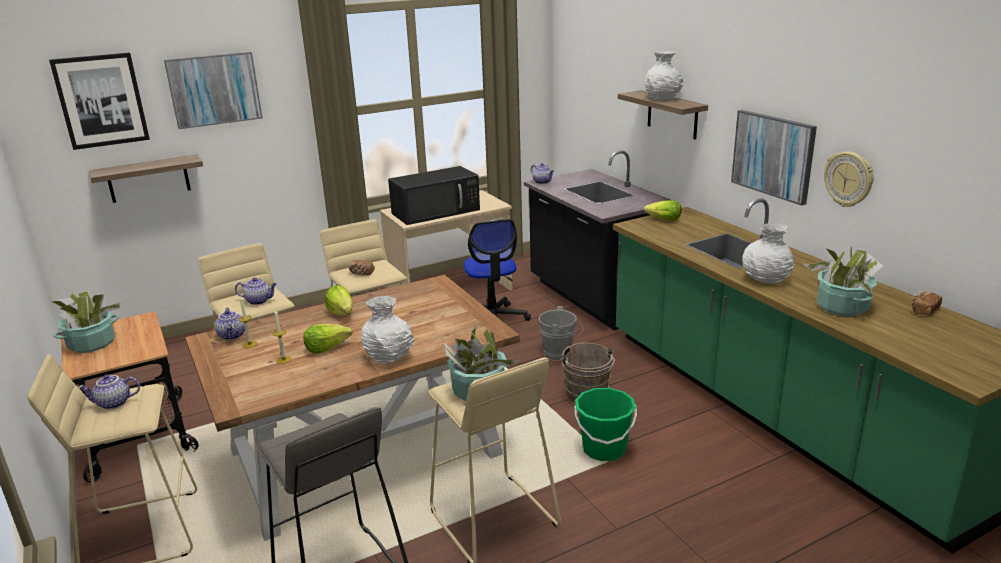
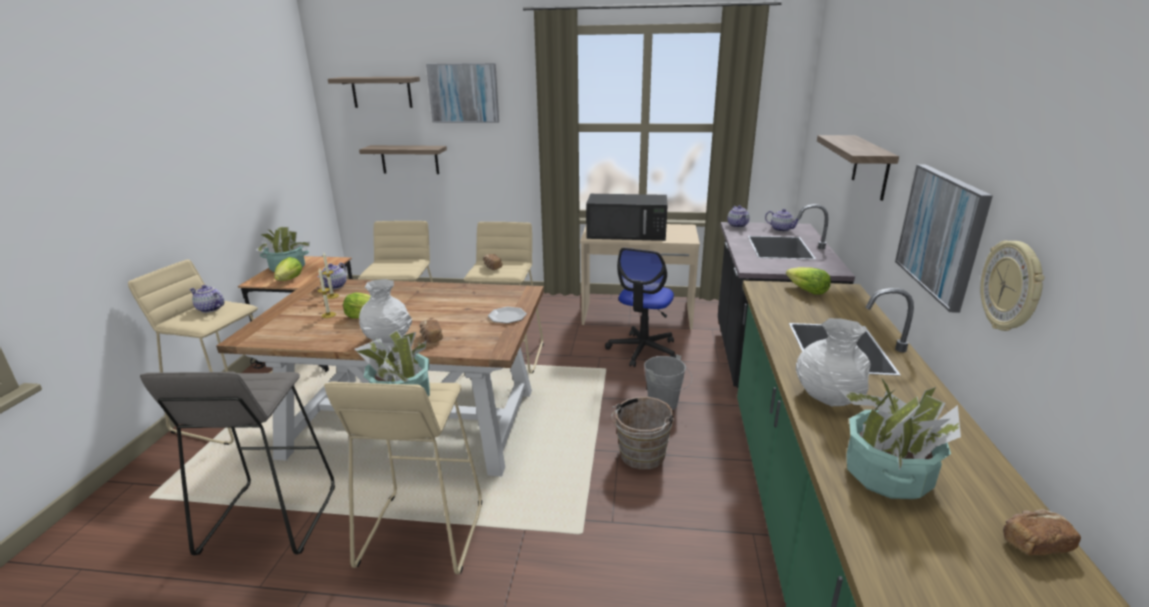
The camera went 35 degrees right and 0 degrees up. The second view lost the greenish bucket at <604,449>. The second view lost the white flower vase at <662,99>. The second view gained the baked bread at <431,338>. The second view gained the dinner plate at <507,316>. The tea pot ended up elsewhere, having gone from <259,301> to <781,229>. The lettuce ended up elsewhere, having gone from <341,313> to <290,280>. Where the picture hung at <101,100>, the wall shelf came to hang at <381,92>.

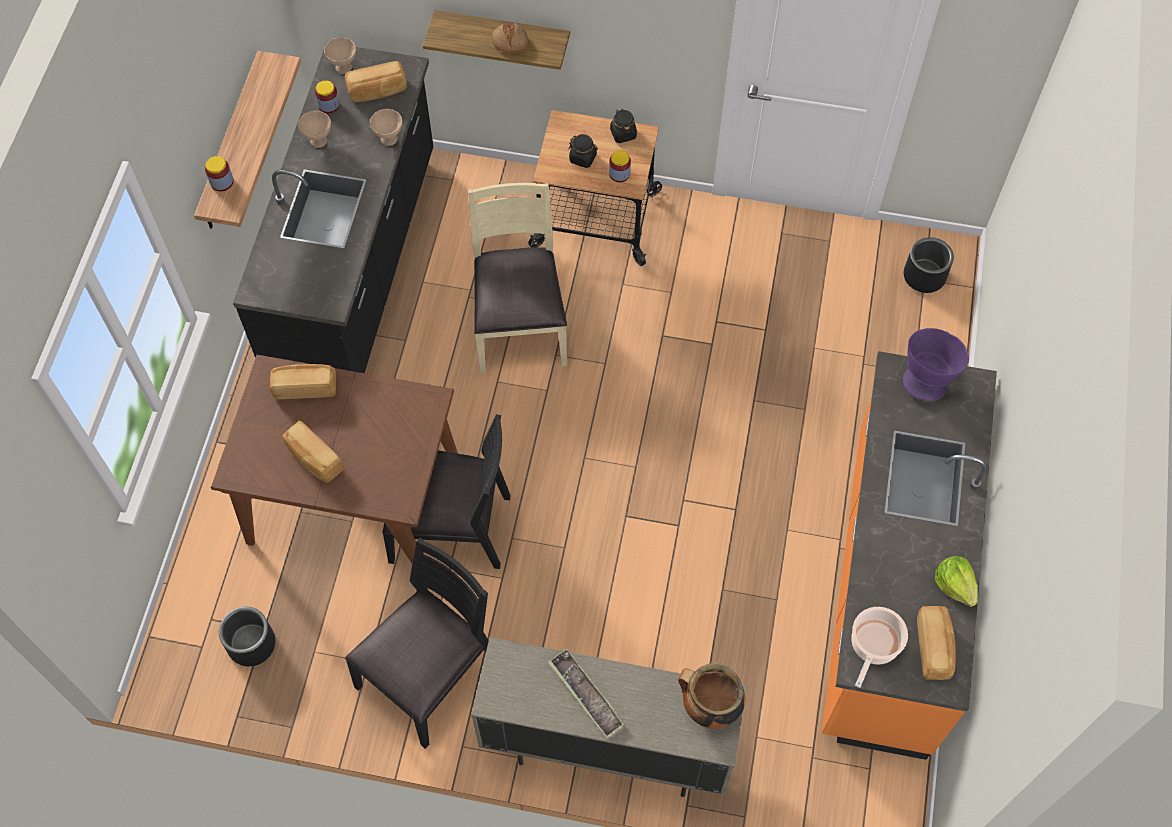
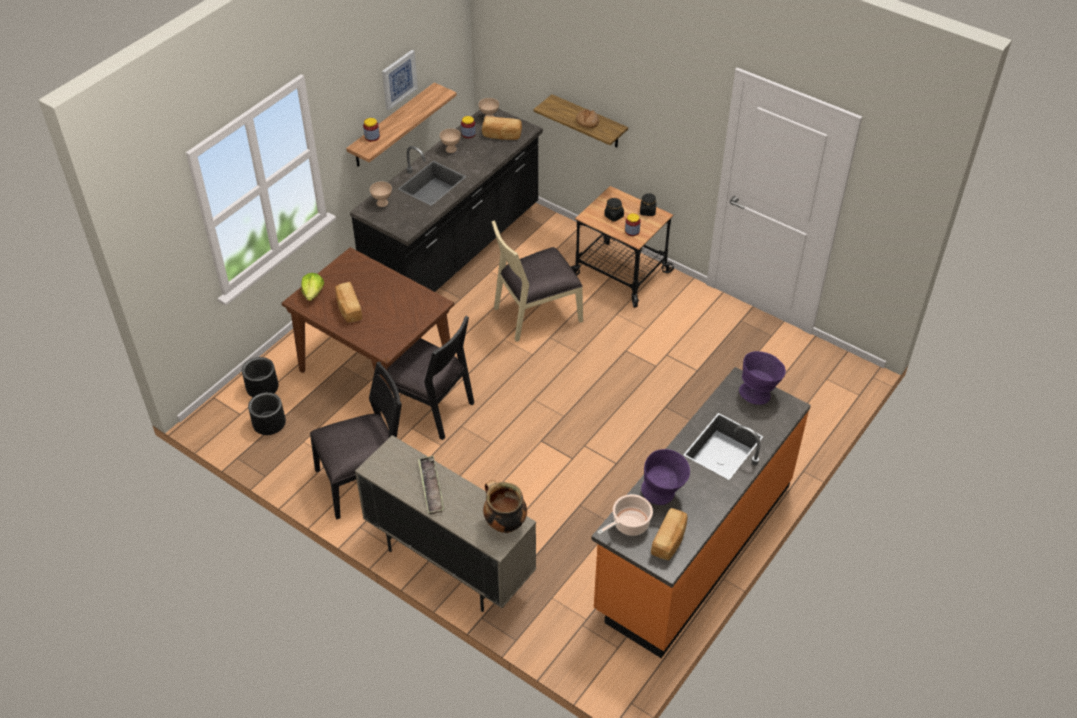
The camera went 25 degrees right and 15 degrees down. The second view lost the baked bread at <305,387>. The second view gained the picture at <398,79>. The second view gained the purple-coloured bowl at <663,494>. The beige-coloured bowl ended up elsewhere, having gone from <389,138> to <382,203>. The black-coloured planter ended up elsewhere, having gone from <924,276> to <262,388>. The lettuce ended up elsewhere, having gone from <955,585> to <313,293>. The beige-coloured upright chair at <519,324> ended up facing another way, 135 degrees counterclockwise from before.

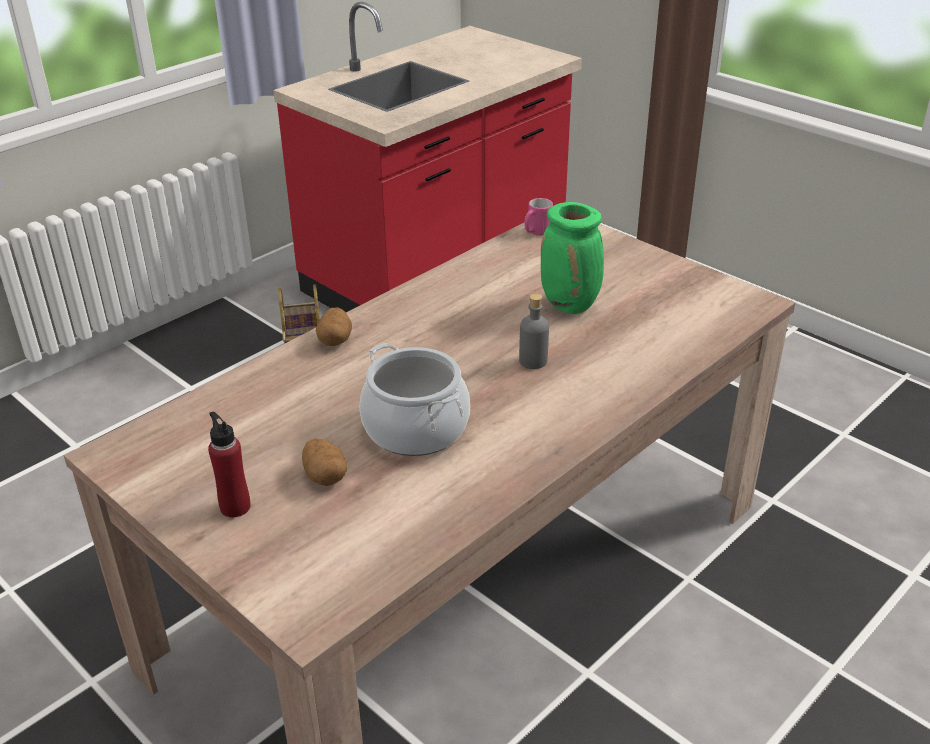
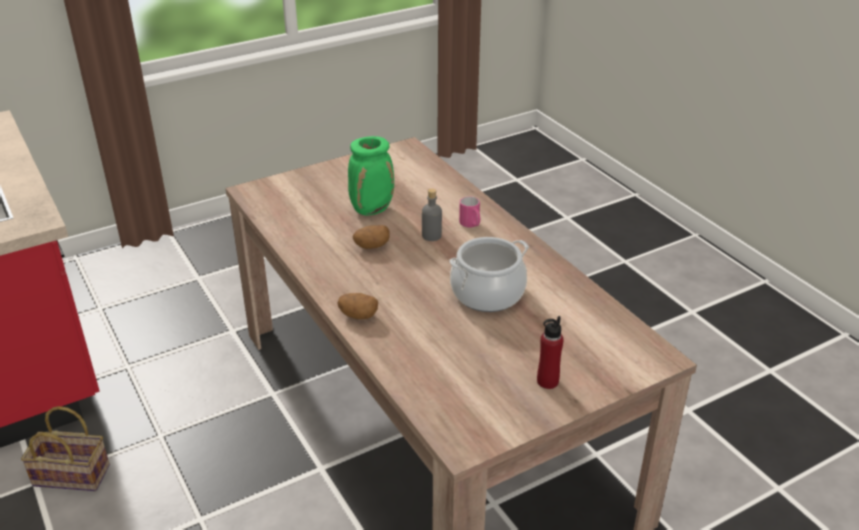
The camera went 75 degrees left and 0 degrees up. The spud ended up elsewhere, having gone from <325,476> to <371,246>. The pink-coloured tea mug ended up elsewhere, having gone from <536,232> to <471,225>.

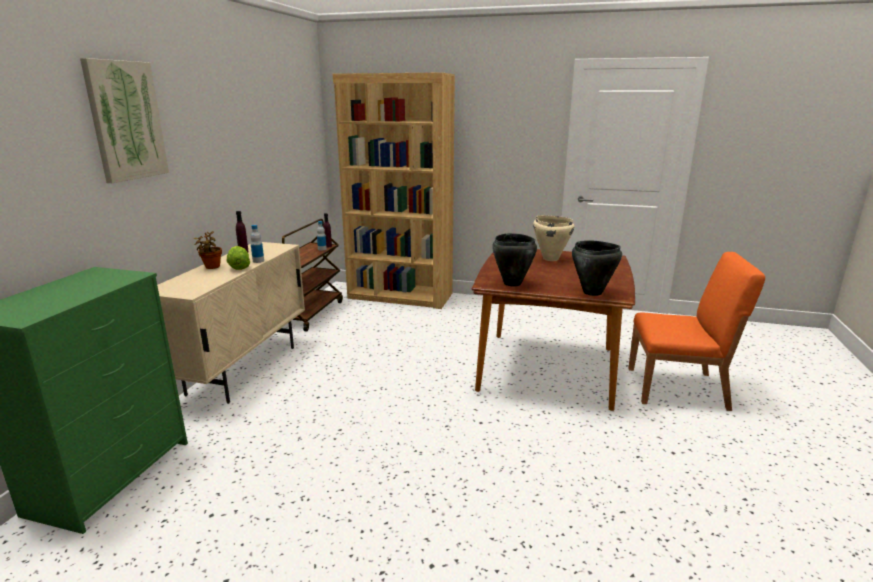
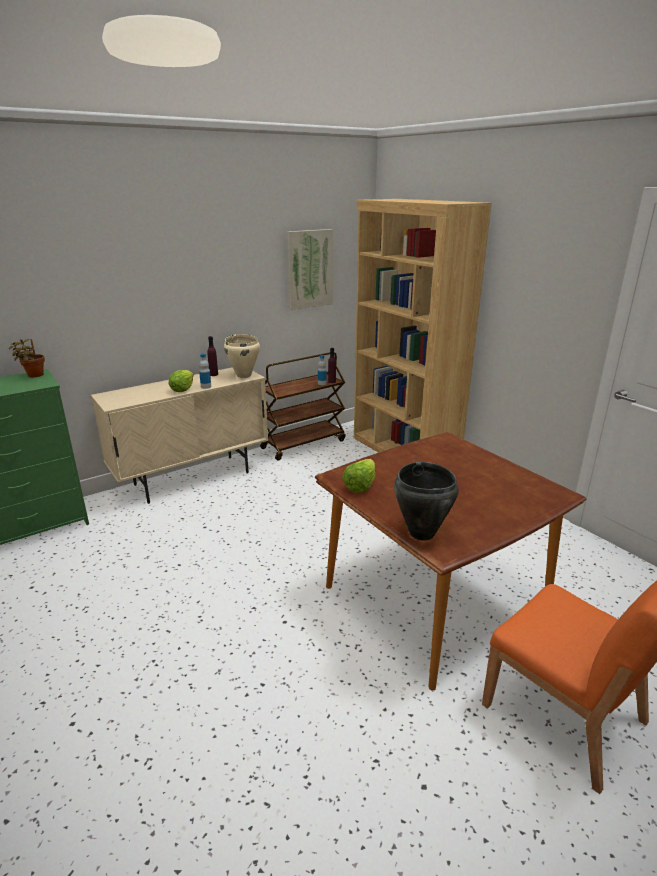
The camera went 40 degrees right and 5 degrees up. The picture ended up elsewhere, having gone from <126,121> to <309,269>. The potted plant ended up elsewhere, having gone from <211,267> to <34,375>. The beige-coloured saucepot ended up elsewhere, having gone from <550,258> to <244,375>. Where the black-coloured saucepot stood at <512,283>, the lettuce came to stand at <360,485>.

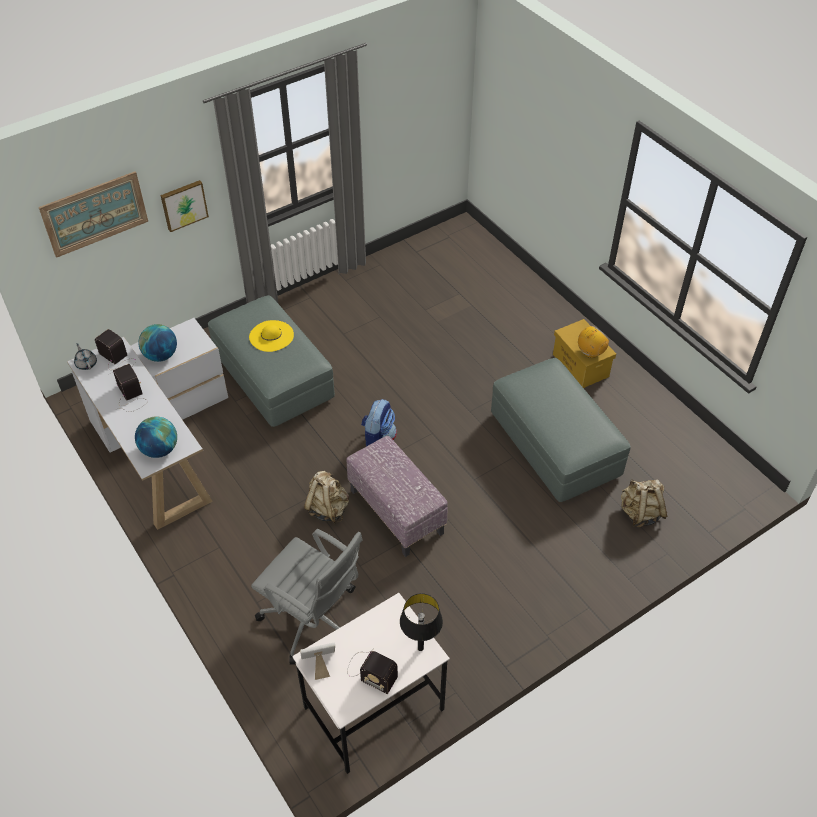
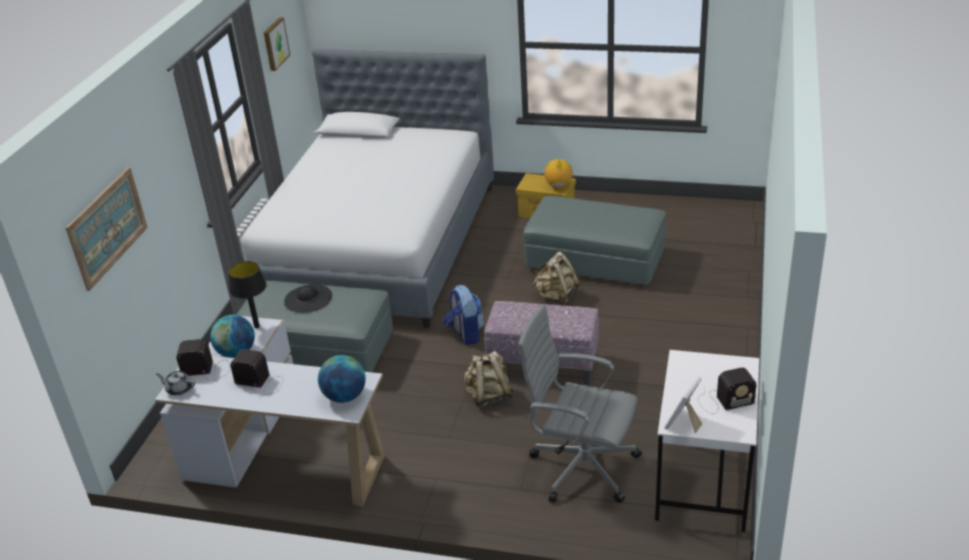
The camera went 40 degrees left and 15 degrees down. The second view gained the bed at <377,245>. The picture ended up elsewhere, having gone from <183,205> to <275,44>. The black-coloured table lamp ended up elsewhere, having gone from <421,648> to <257,326>. The beige-coloured rucksack ended up elsewhere, having gone from <640,513> to <556,297>. What was the yellowish wearable hat at <271,336> turned into the black-coloured wearable hat at <308,298>. The greyish office chair at <313,620> ended up facing another way, 150 degrees counterclockwise from before.

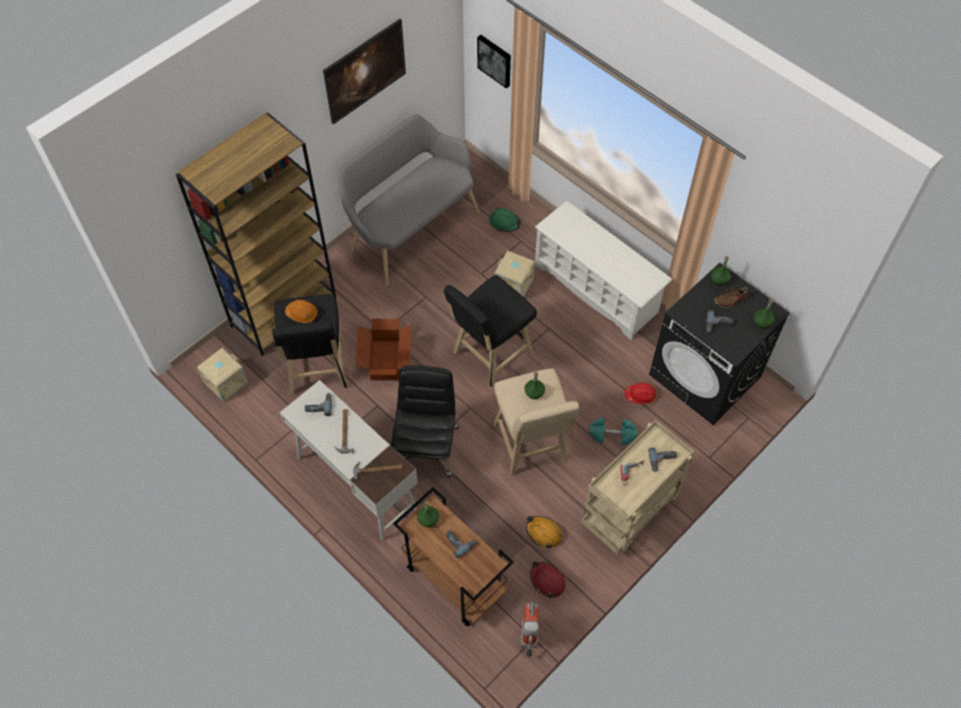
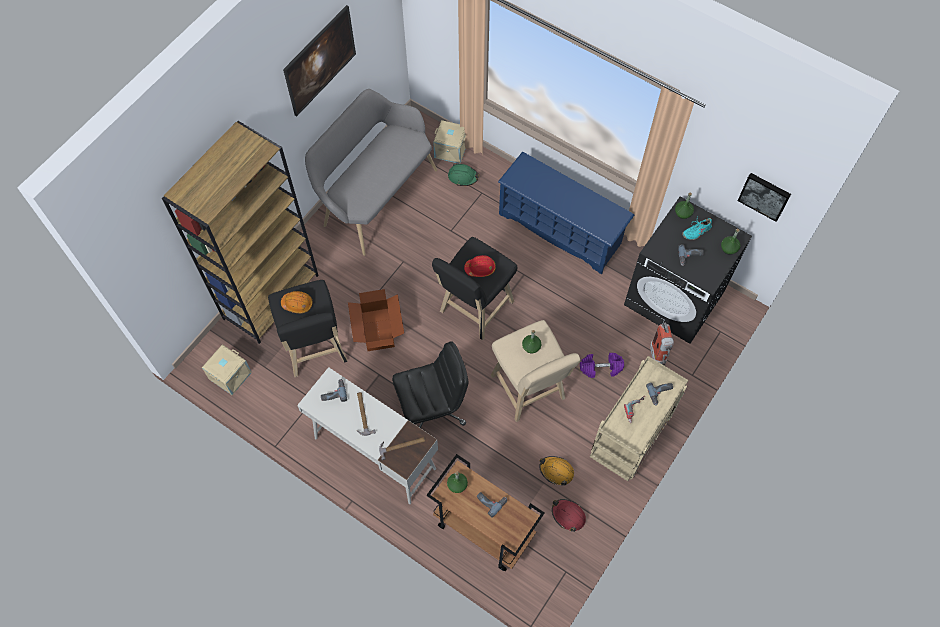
The camera went 10 degrees left and 5 degrees up. The picture ended up elsewhere, having gone from <495,60> to <765,195>. The beige-coloured storage bin ended up elsewhere, having gone from <514,284> to <451,149>. The fire-fighting cylinder ended up elsewhere, having gone from <529,640> to <658,359>. The red hard hat ended up elsewhere, having gone from <640,396> to <480,268>. What was the white shoe rack at <596,288> turned into the blue-coloured shoe rack at <560,229>. What was the turquoise-coloured free weight at <611,435> turned into the purple-coloured free weight at <600,368>. What was the brown shoe at <730,300> turned into the turquoise-coloured shoe at <696,231>. The black-coloured office chair at <426,447> ended up facing another way, 75 degrees clockwise from before.

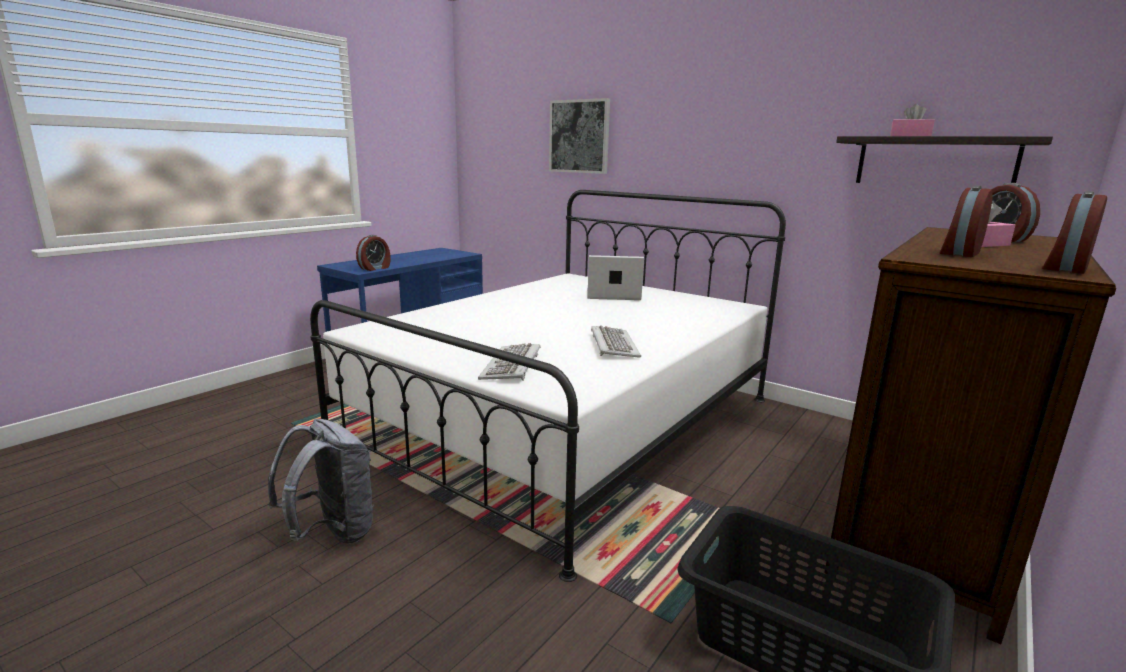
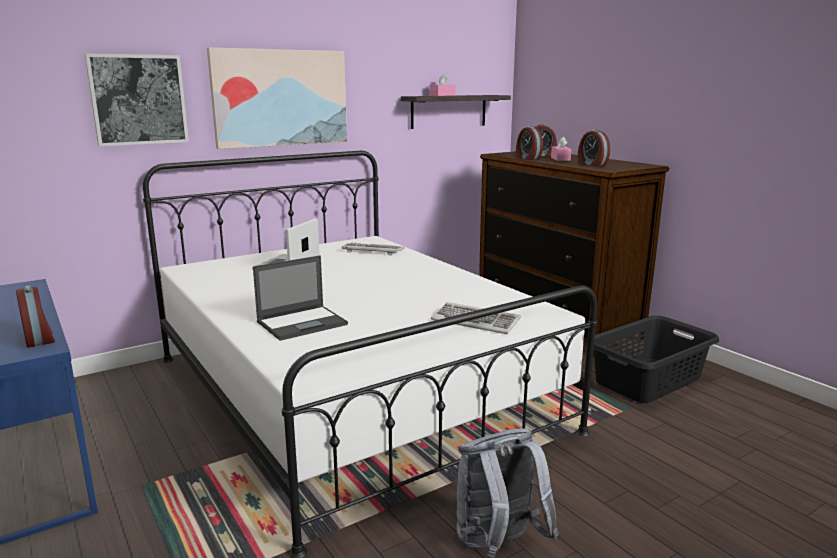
The camera went 70 degrees left and 0 degrees up. The second view gained the picture at <280,98>. The second view gained the portable computer at <303,323>. The computer keyboard ended up elsewhere, having gone from <613,345> to <373,251>. The bedside clock ended up elsewhere, having gone from <1064,268> to <527,158>.

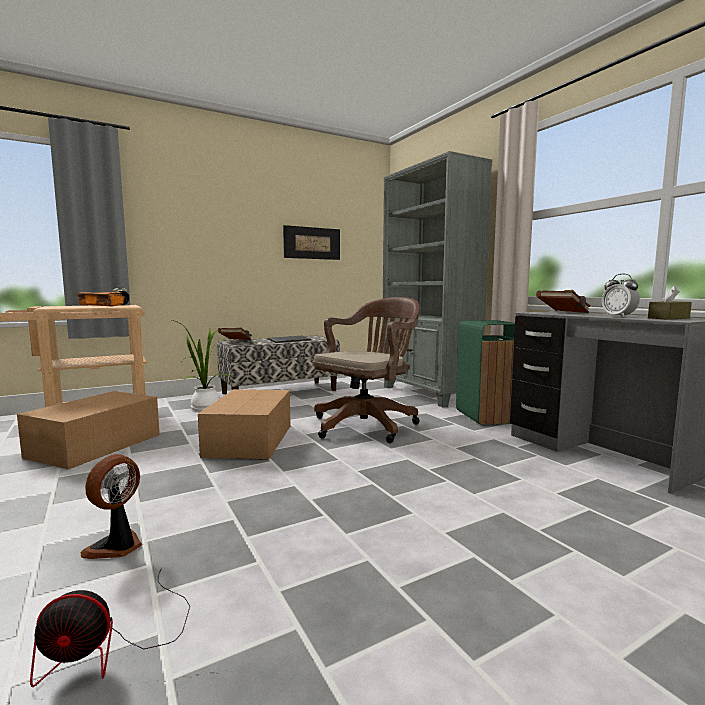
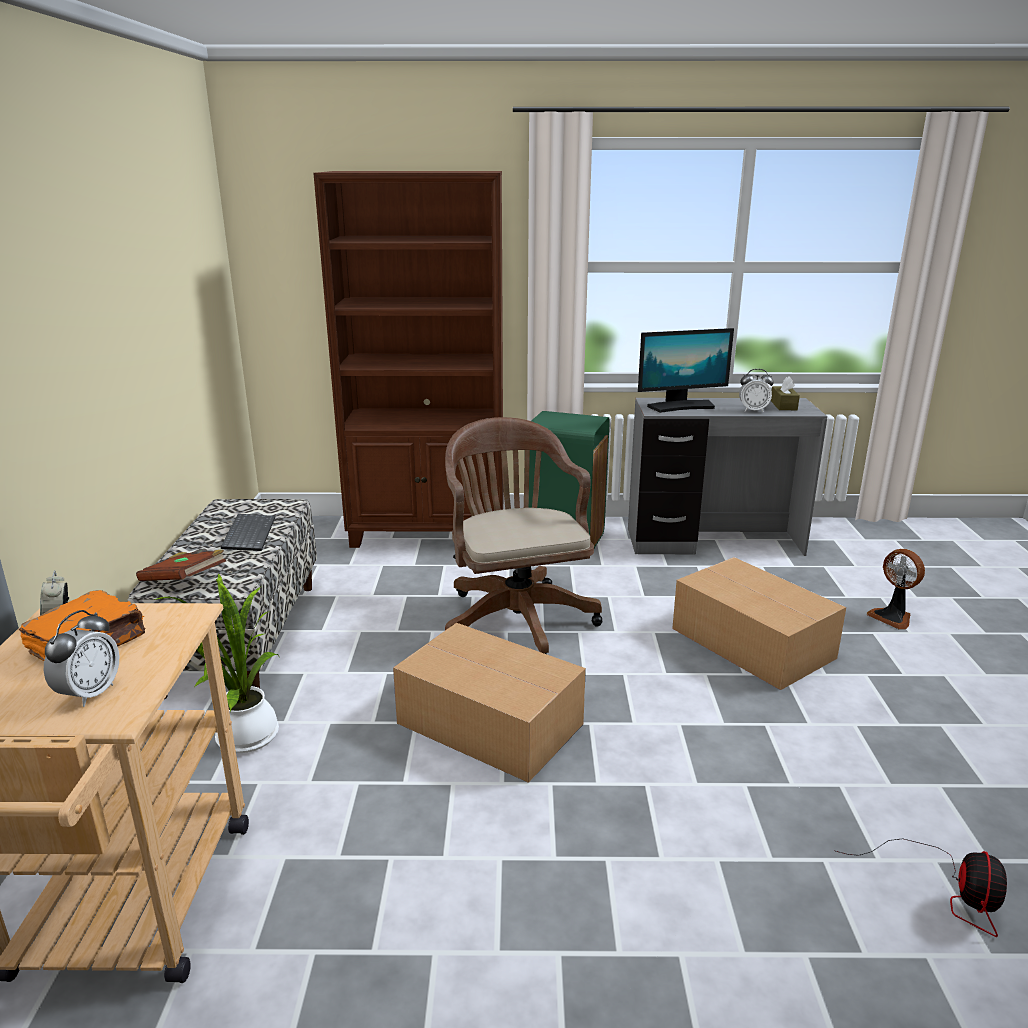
The camera went 60 degrees left and 15 degrees up. The second view lost the picture at <312,243>. The second view gained the bedside clock at <89,693>. The carton ended up elsewhere, having gone from <93,446> to <753,644>. The electric fan ended up elsewhere, having gone from <117,547> to <892,617>. Where the brown volume stood at <564,313>, the computer screen came to stand at <681,406>. What was the greyish bookcase at <428,394> turned into the brown bookcase at <429,533>.

